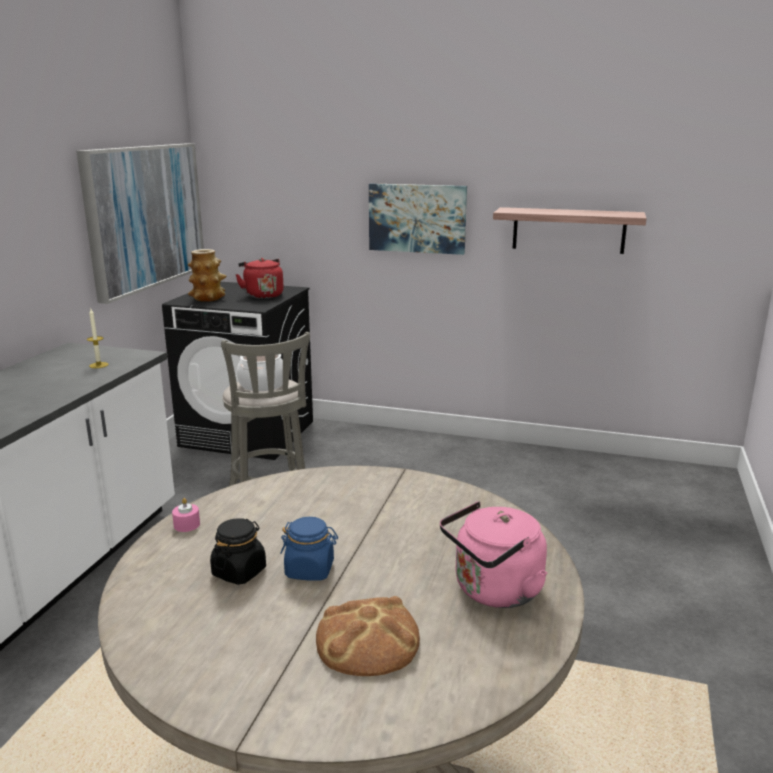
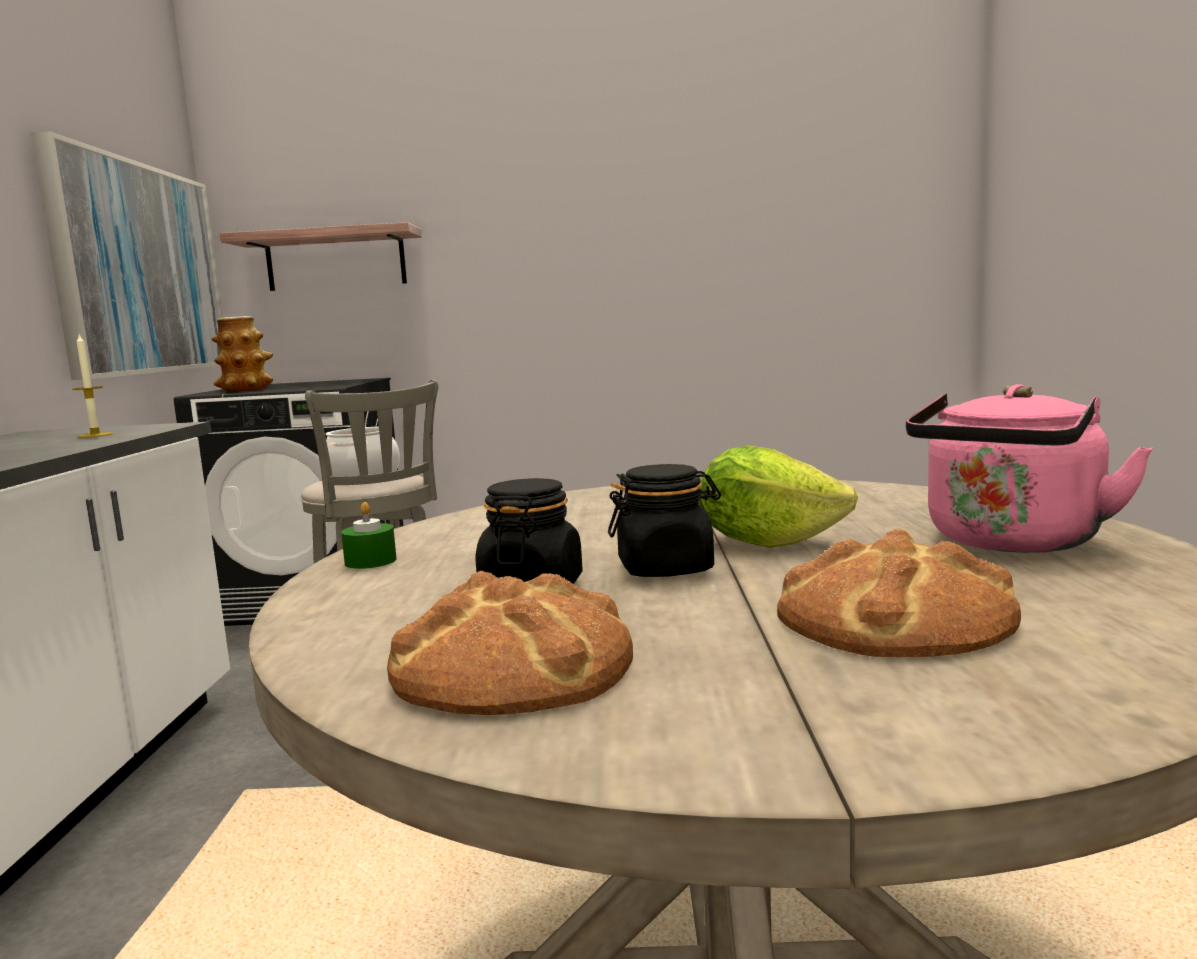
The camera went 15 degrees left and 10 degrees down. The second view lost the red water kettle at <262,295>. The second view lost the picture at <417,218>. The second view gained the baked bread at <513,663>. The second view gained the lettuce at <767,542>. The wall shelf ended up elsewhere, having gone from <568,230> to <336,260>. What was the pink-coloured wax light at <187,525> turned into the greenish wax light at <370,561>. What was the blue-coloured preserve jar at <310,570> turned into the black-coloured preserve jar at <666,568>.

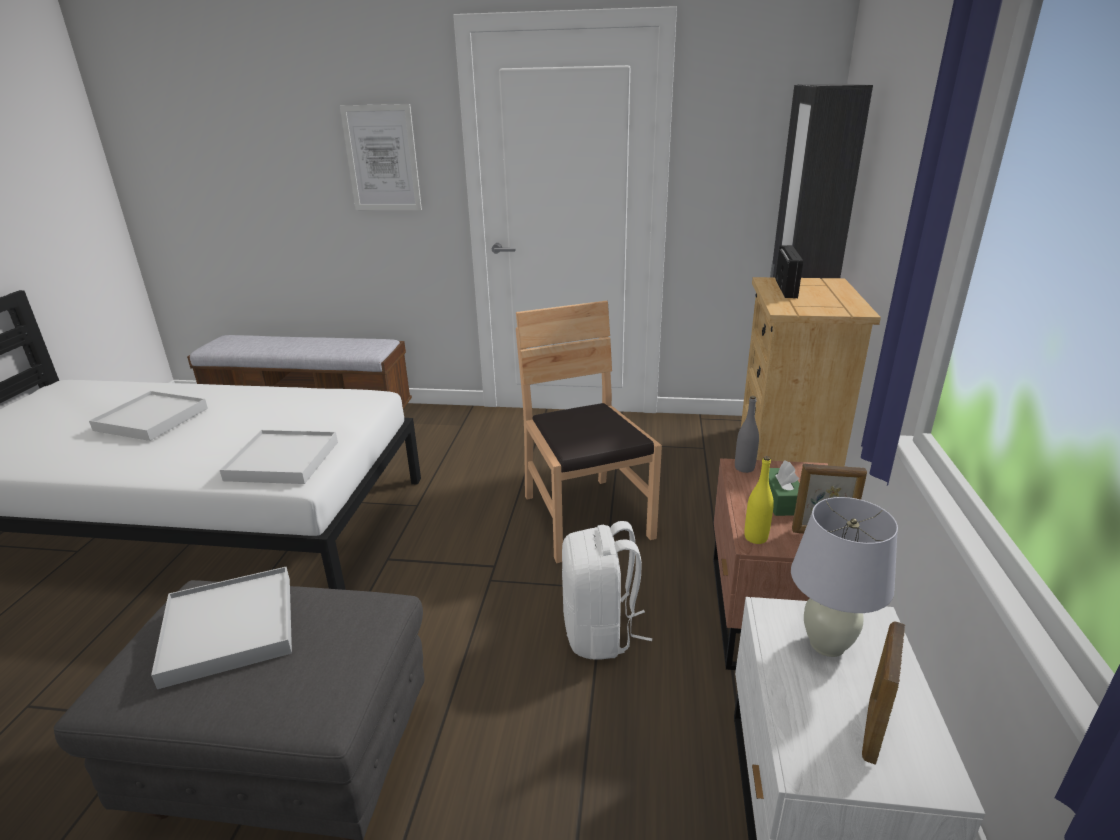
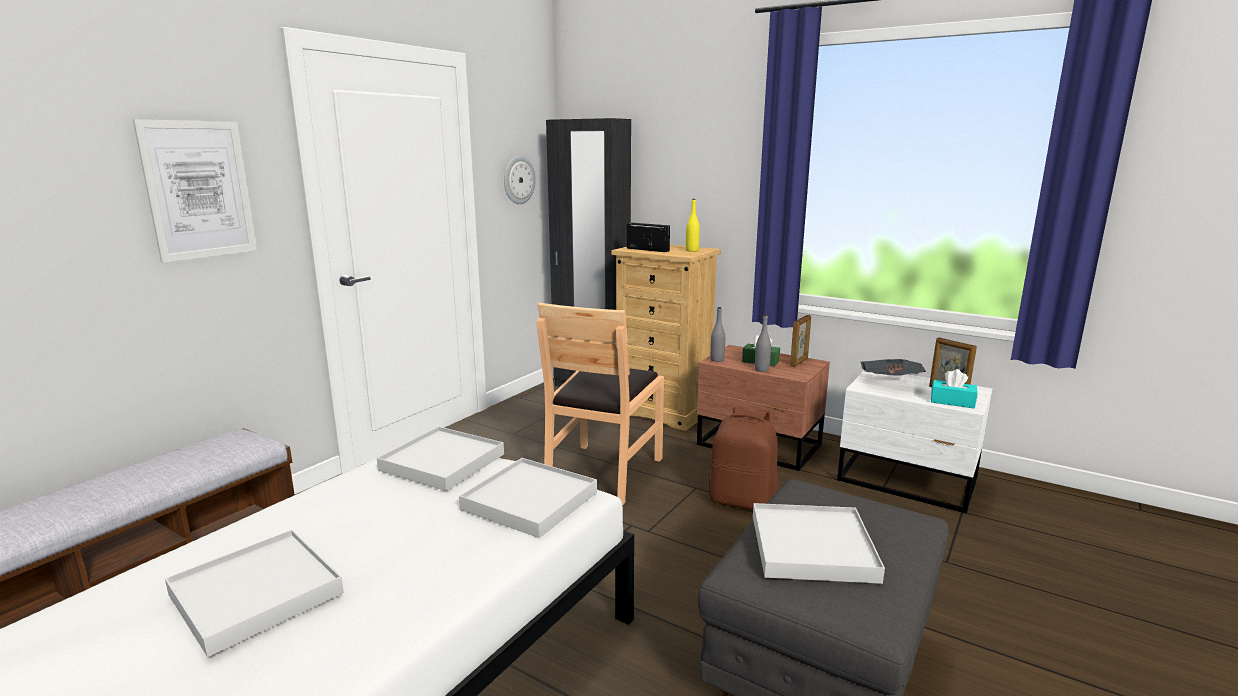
The camera went 65 degrees left and 10 degrees down. The second view gained the white serving tray at <442,462>. The second view gained the hanging clock at <518,180>. The second view gained the greyish drink bottle at <761,370>. The second view gained the turquoise-coloured box of tissues at <952,402>. The yellowish drink bottle ended up elsewhere, having gone from <755,537> to <692,250>. Where the white table lamp stood at <826,644>, the daily paper came to stand at <890,384>. What was the white rucksack at <600,632> turned into the brown rucksack at <742,500>. The brown upright chair at <585,517> ended up facing another way, 75 degrees counterclockwise from before.

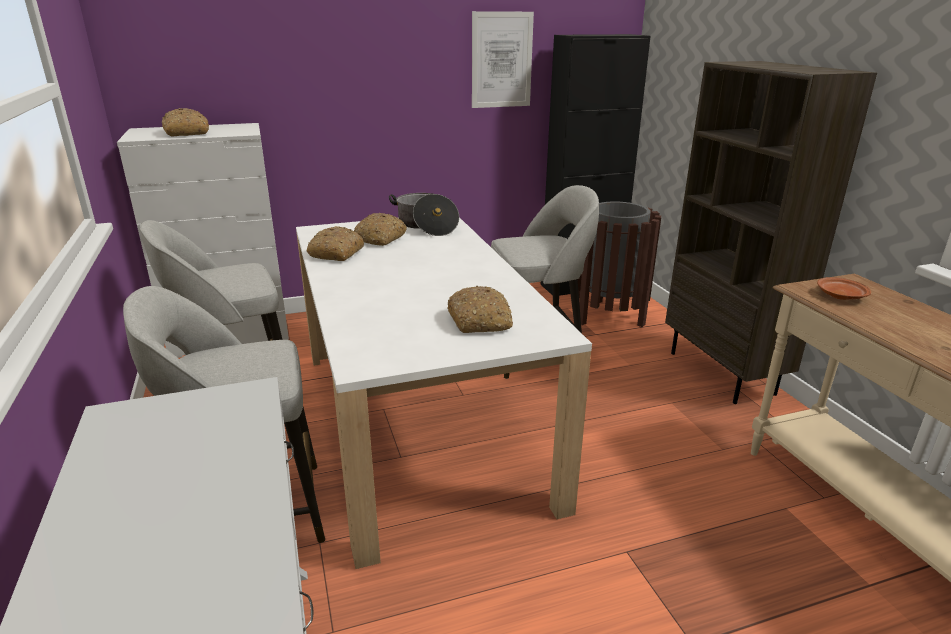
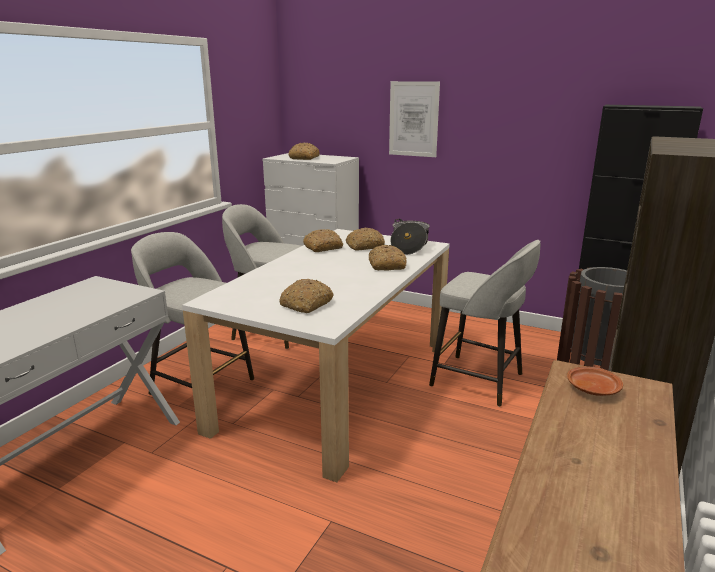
The camera went 45 degrees right and 5 degrees down. The second view gained the baked bread at <386,265>. The picture ended up elsewhere, having gone from <501,60> to <413,119>.

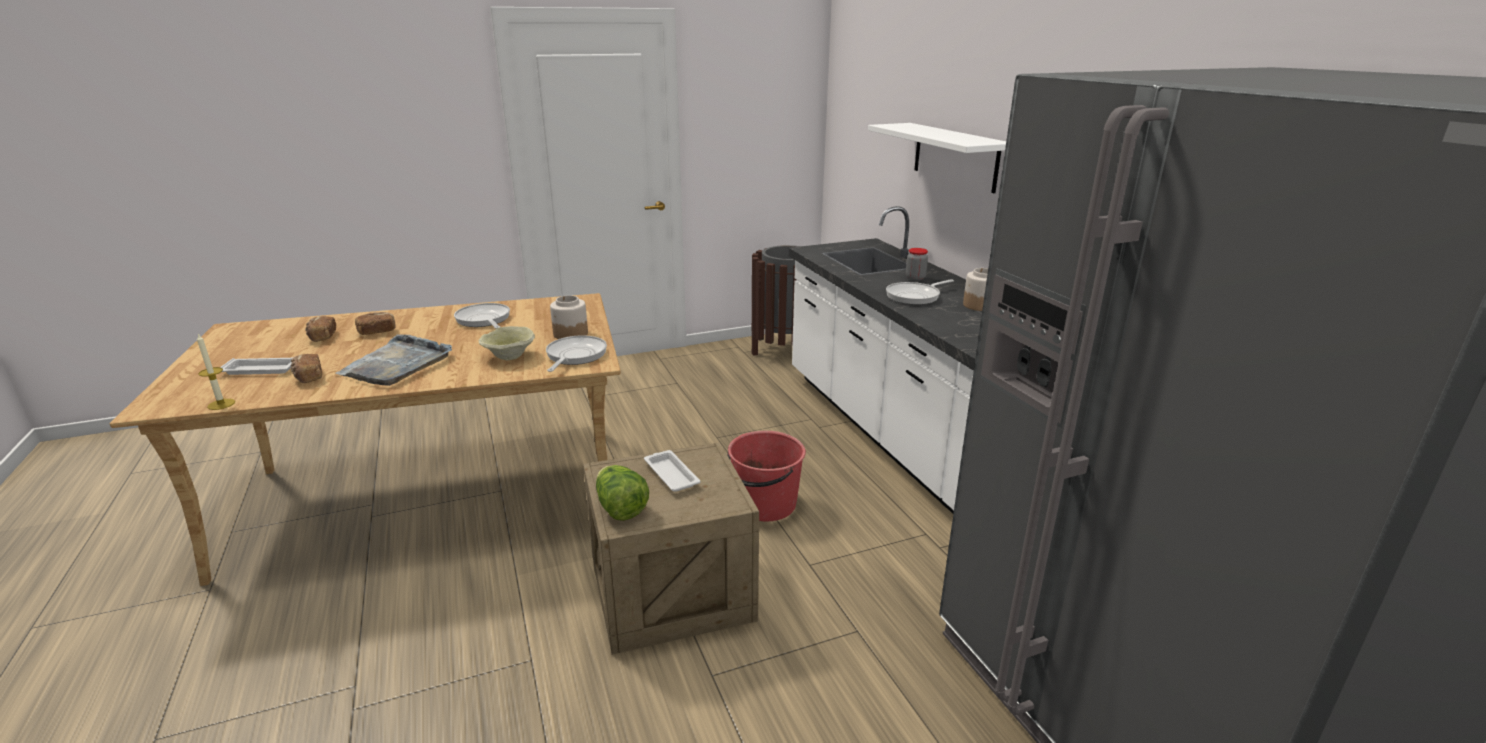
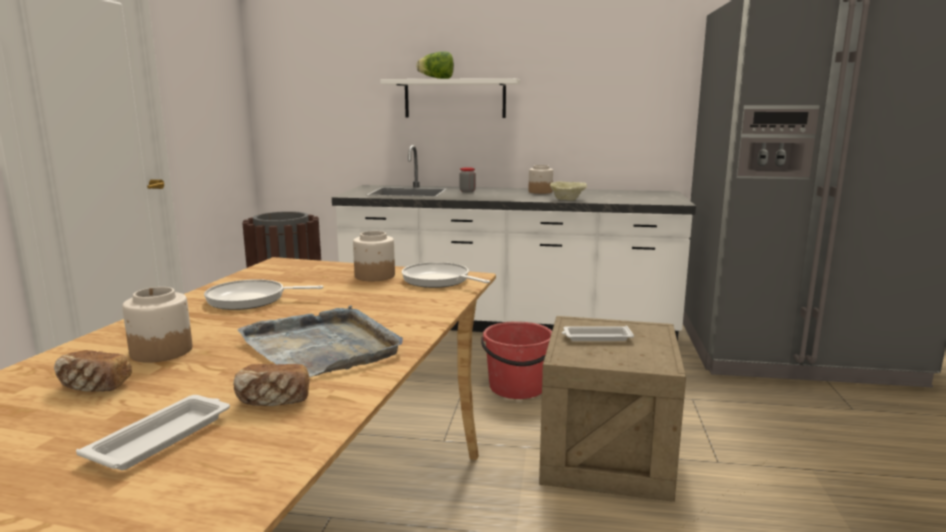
The camera went 60 degrees left and 10 degrees down. The second view lost the wax light at <221,404>. The second view lost the frying pan at <915,296>. The beige-coloured bowl ended up elsewhere, having gone from <508,357> to <567,200>. The lettuce ended up elsewhere, having gone from <620,508> to <437,78>. Where the baked bread stood at <377,332>, the preserve jar came to stand at <161,351>.

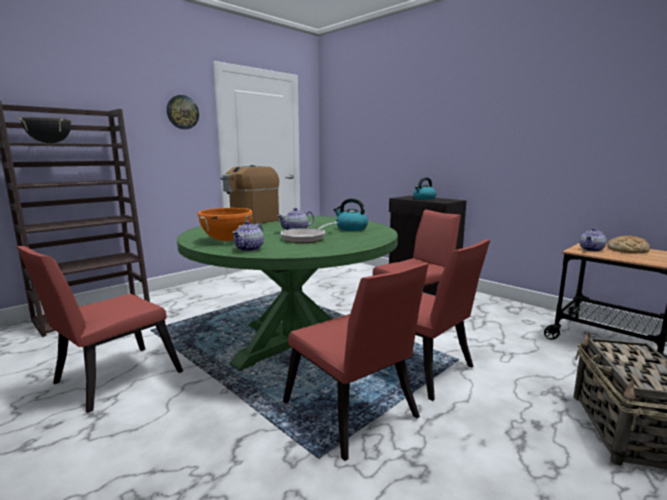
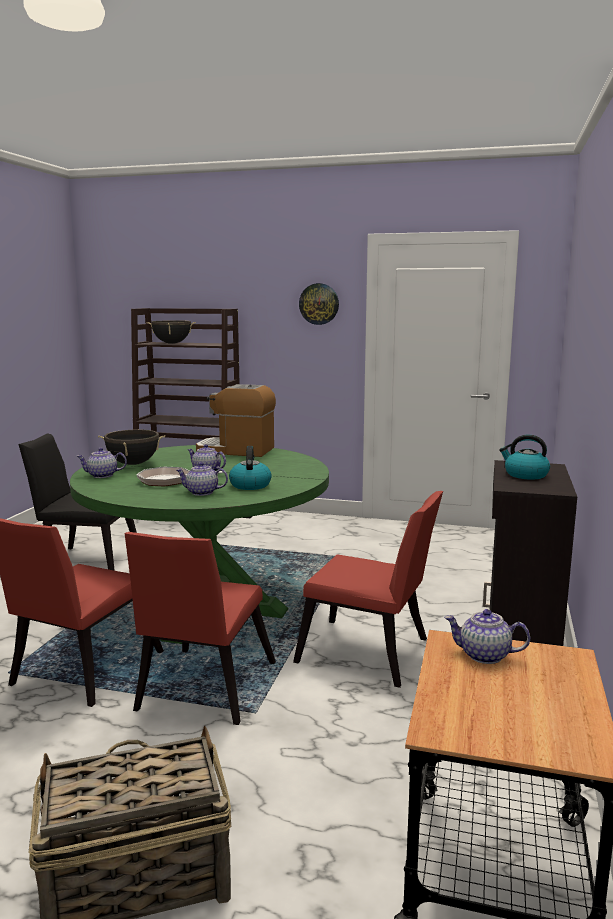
The camera went 60 degrees right and 0 degrees up. The second view lost the baked bread at <627,250>. The second view gained the tea pot at <201,492>. What was the red upright chair at <110,380> turned into the black-coloured upright chair at <84,562>. What was the orange-coloured saucepot at <227,240> turned into the black-coloured saucepot at <133,464>.

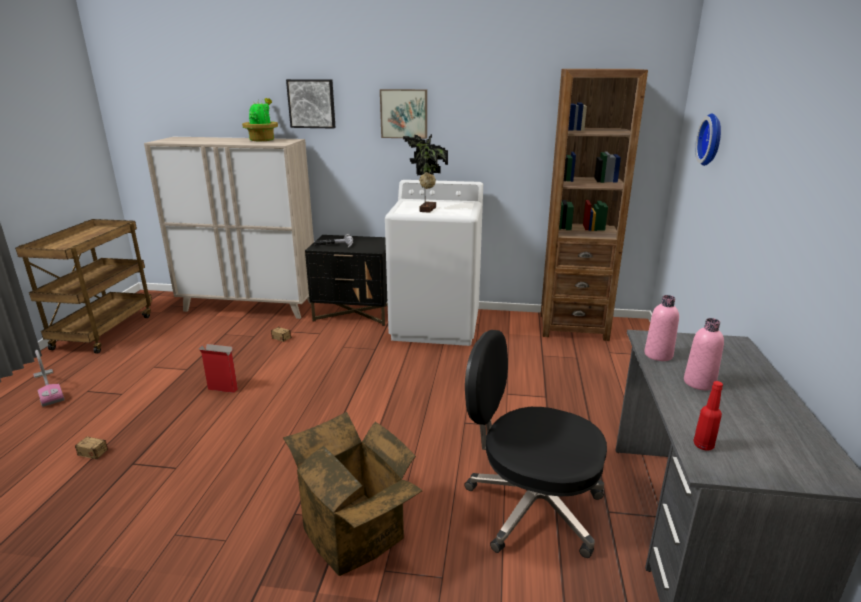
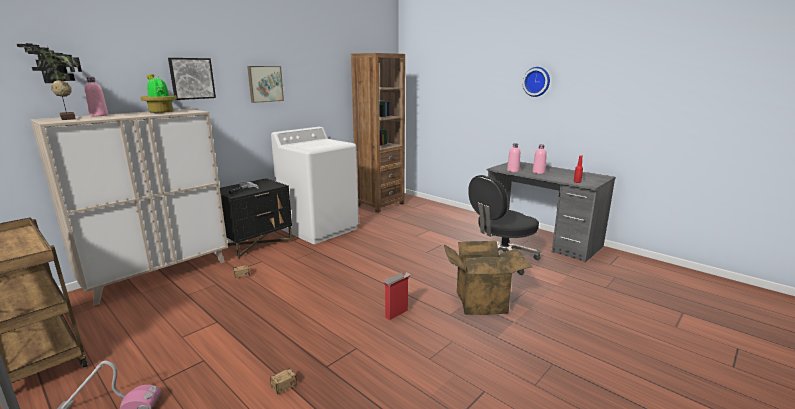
The camera went 55 degrees left and 5 degrees down. The second view gained the pink-coloured drink bottle at <99,115>. The carton ended up elsewhere, having gone from <223,389> to <397,313>. The potted plant ended up elsewhere, having gone from <426,209> to <66,118>. The hanging clock ended up elsewhere, having gone from <712,140> to <537,81>.

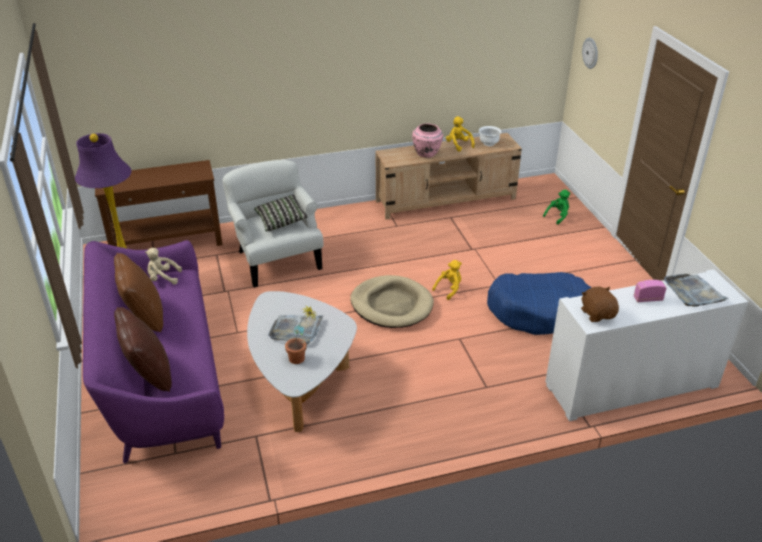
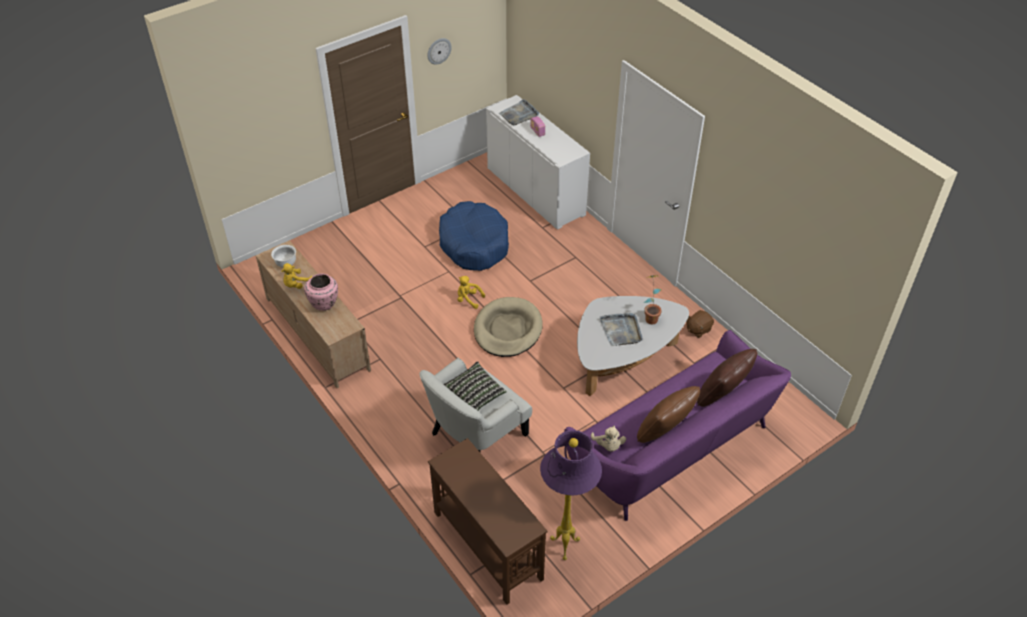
The camera went 110 degrees left and 10 degrees up. The second view lost the greenish plush toy at <557,216>. The brown plush toy ended up elsewhere, having gone from <597,314> to <698,329>. The hanging clock ended up elsewhere, having gone from <590,53> to <438,50>.

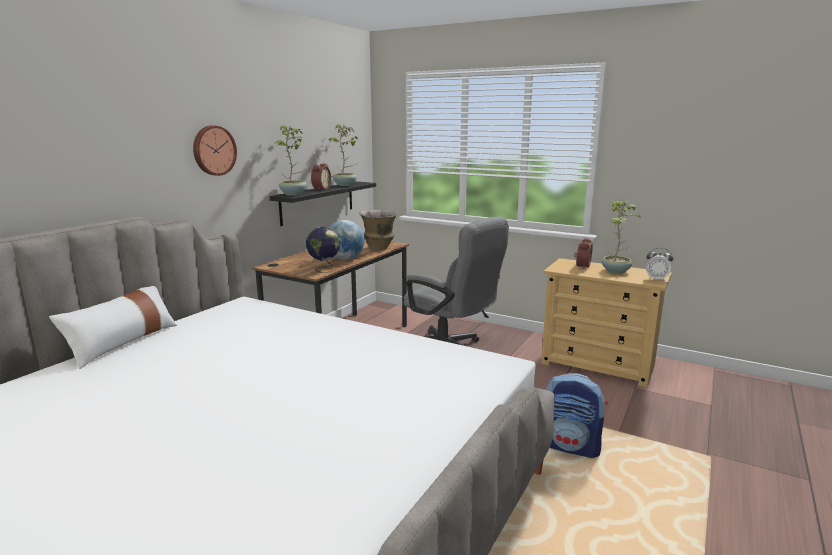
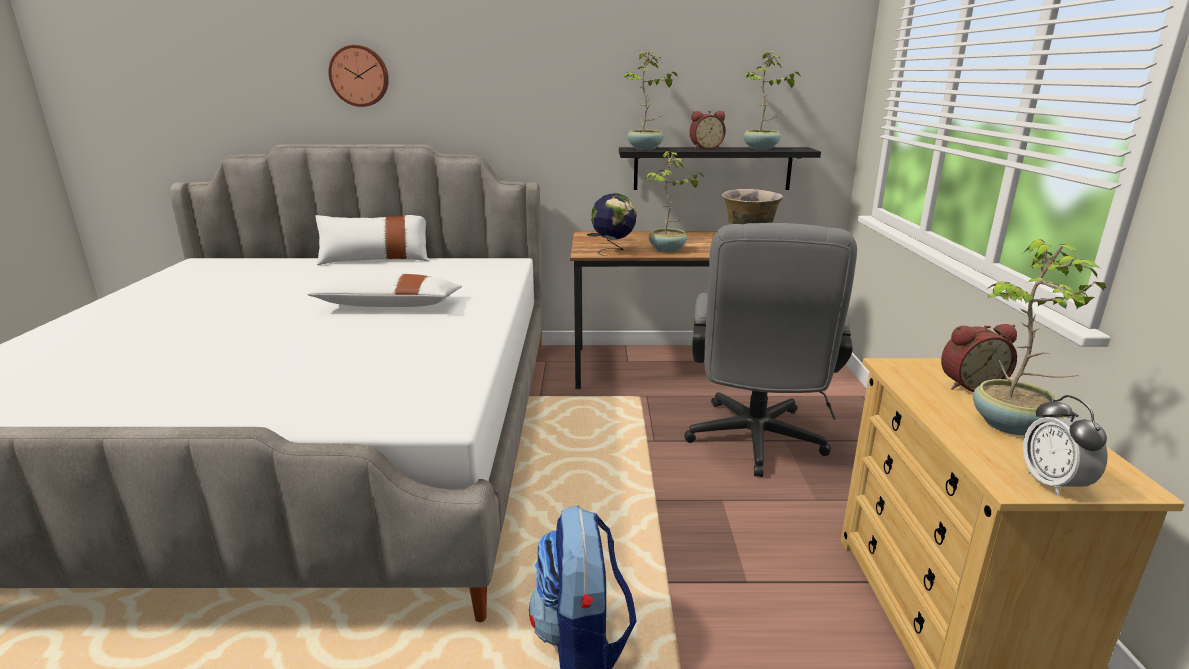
The camera went 60 degrees right and 5 degrees up. The second view gained the white throw pillow at <389,306>. The hanging clock ended up elsewhere, having gone from <213,150> to <359,76>. Where the world globe stood at <345,259>, the potted plant came to stand at <667,249>.

